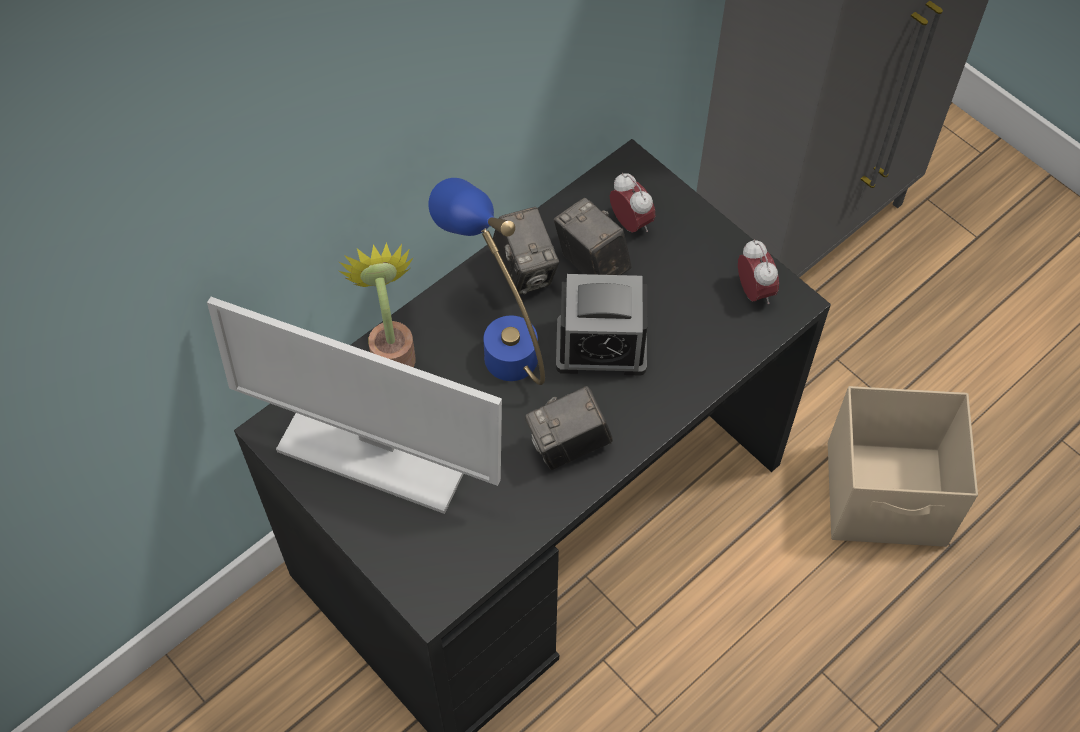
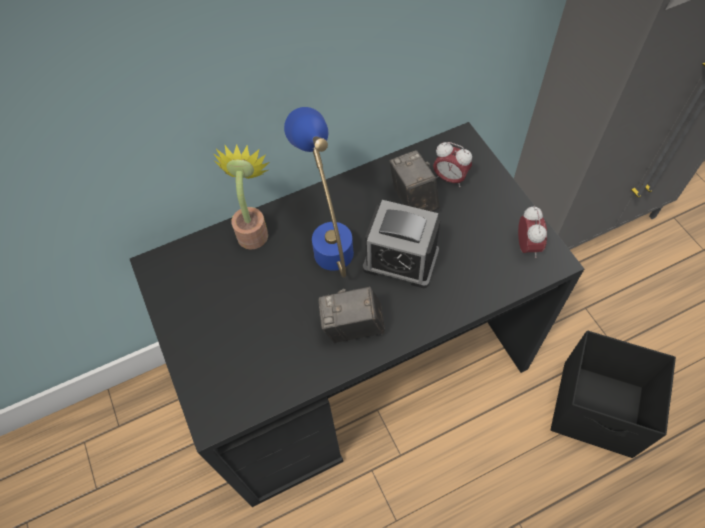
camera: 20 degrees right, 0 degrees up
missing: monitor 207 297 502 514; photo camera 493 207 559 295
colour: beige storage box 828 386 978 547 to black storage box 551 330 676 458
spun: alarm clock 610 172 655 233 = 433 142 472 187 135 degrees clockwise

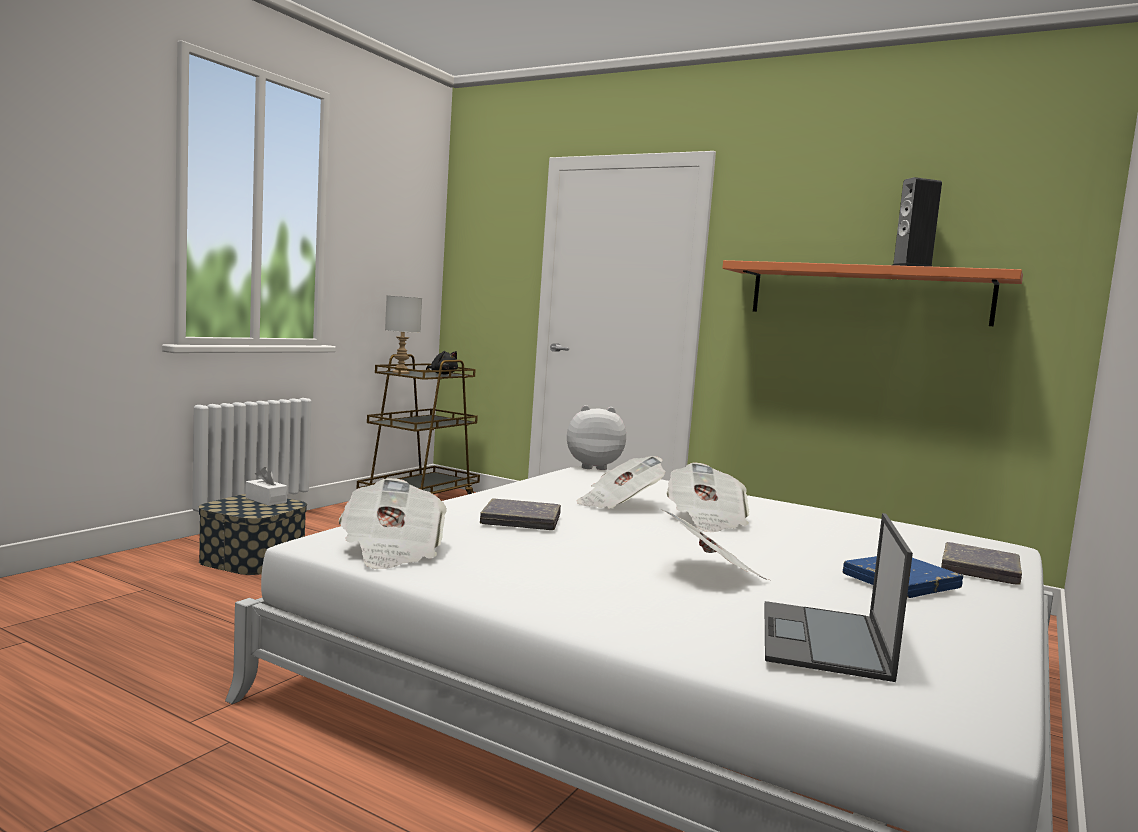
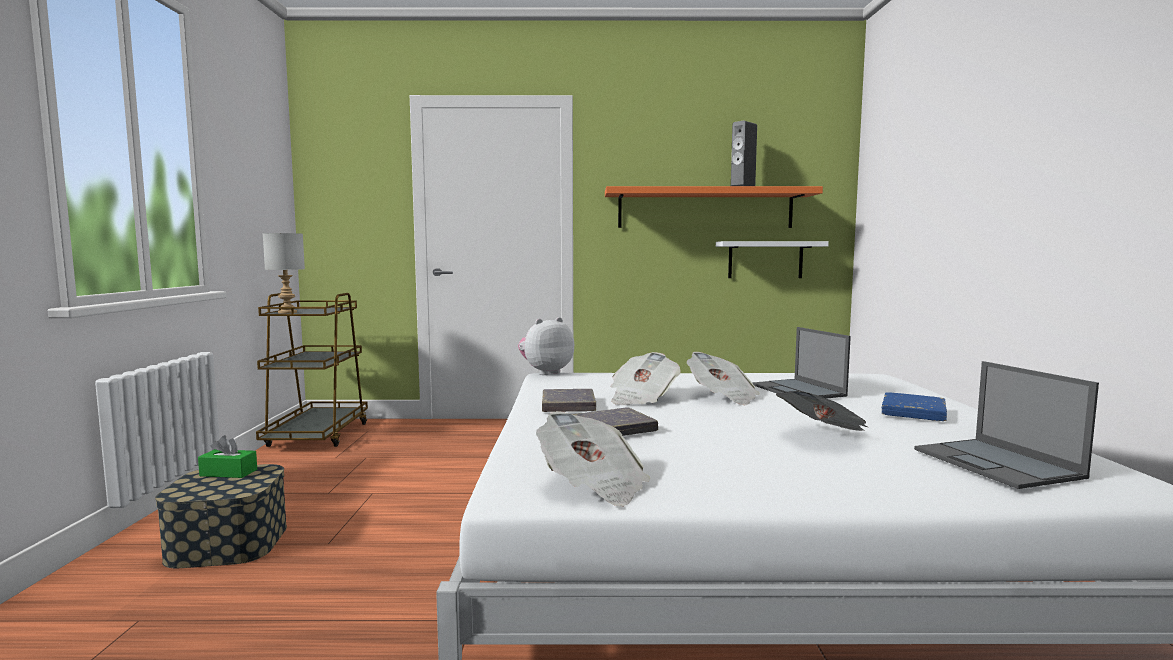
camera: 30 degrees left, 0 degrees up
missing: black plush toy 426 351 458 374
appeared: white shelf 716 241 829 278; laptop 752 327 851 399
relocated: grey book 941 542 1022 585 to 542 389 596 412
colour: white tissue box 246 467 287 506 to green tissue box 198 435 257 478

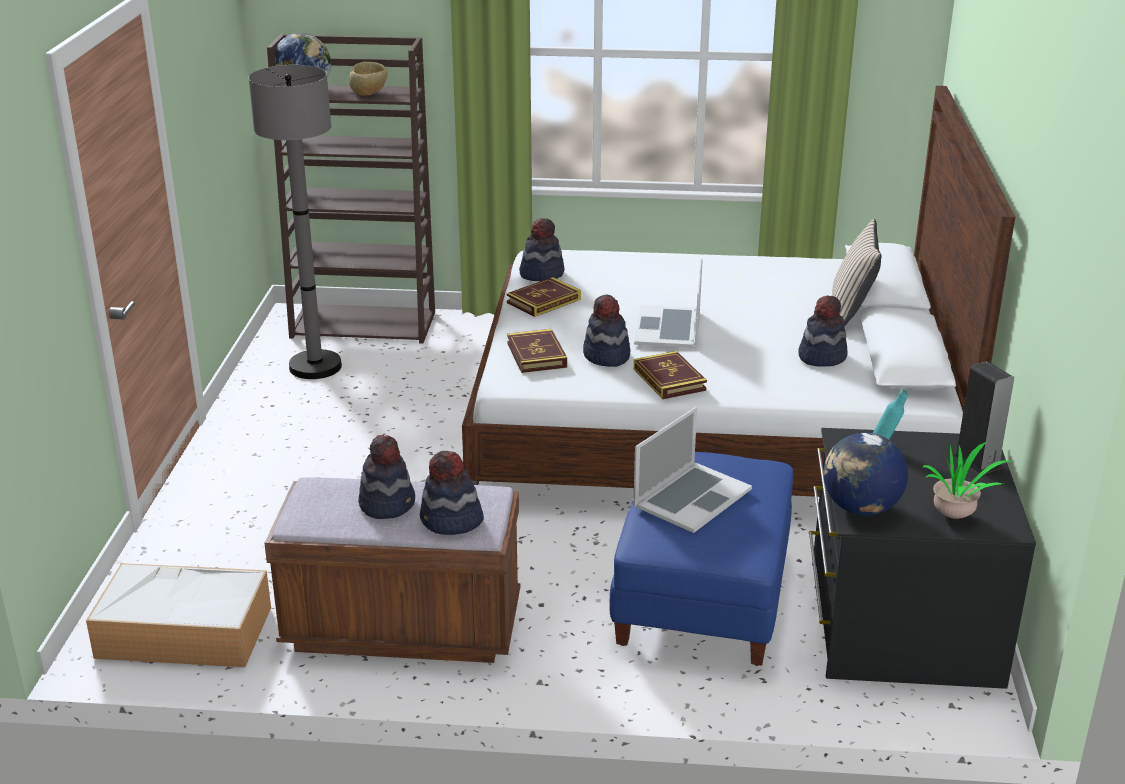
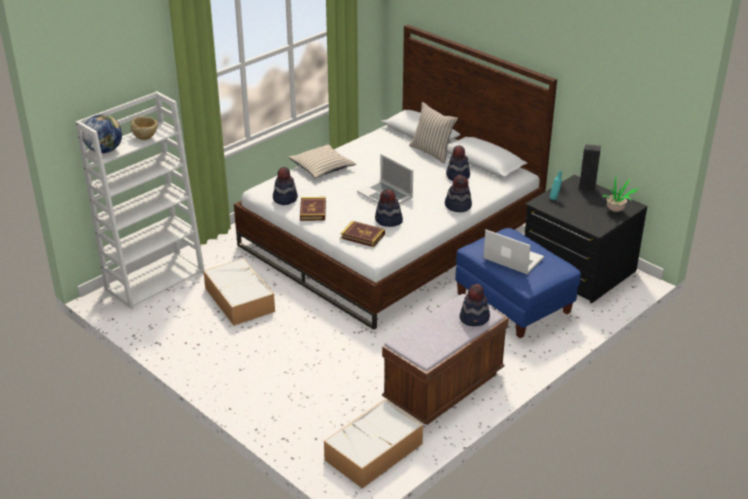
camera: 50 degrees left, 5 degrees up
missing: grey floor lamp 248 65 342 379; book 634 351 707 399; globe 823 433 908 516
appeared: storage box 203 258 275 326; beige pillow 288 144 356 178
relocated: hat 358 435 415 519 to 445 175 472 212
colour: brown bookcase 267 34 435 344 to white bookcase 75 91 204 309
spun: laptop 633 407 752 533 = 483 230 544 274 45 degrees counterclockwise

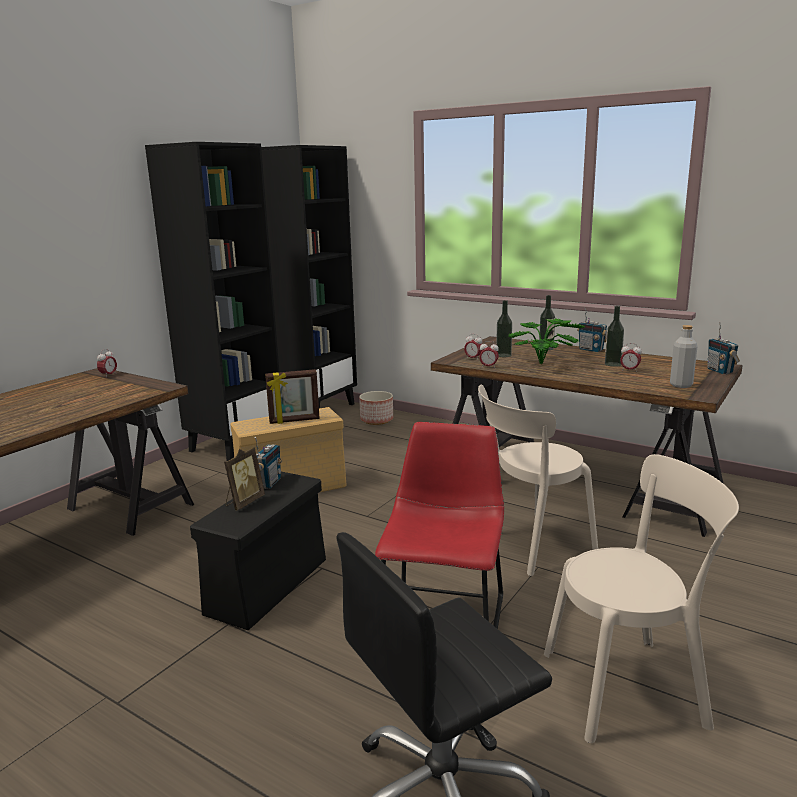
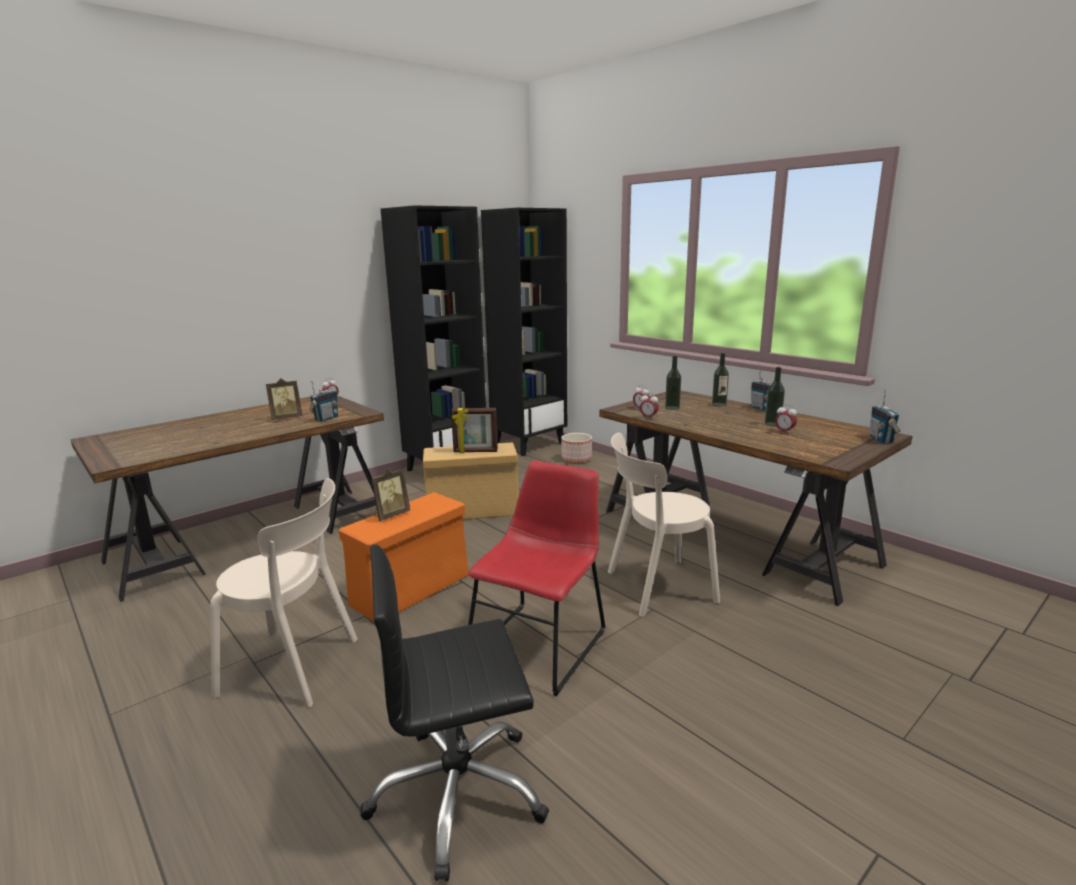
camera: 15 degrees right, 0 degrees up
missing: potted plant 509 319 585 364; grey bottle 670 325 697 388
appeared: picture frame 266 378 302 420
relocated: radio 254 437 282 489 to 309 380 338 422; beige chair 544 454 739 743 to 210 478 358 707
colour: black storage box 190 472 326 631 to orange storage box 339 492 469 621

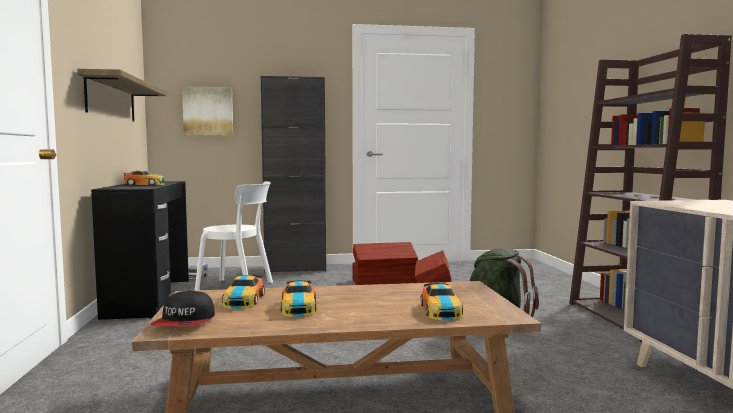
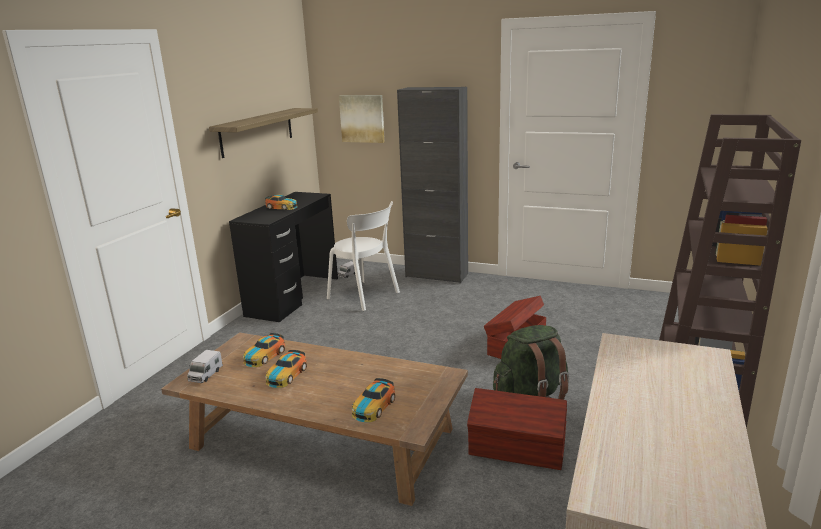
camera: 30 degrees right, 15 degrees up
relocated: brown storage box 352 242 418 285 to 467 388 567 470
exchanged: cap 151 290 215 326 to toy truck 187 350 223 383

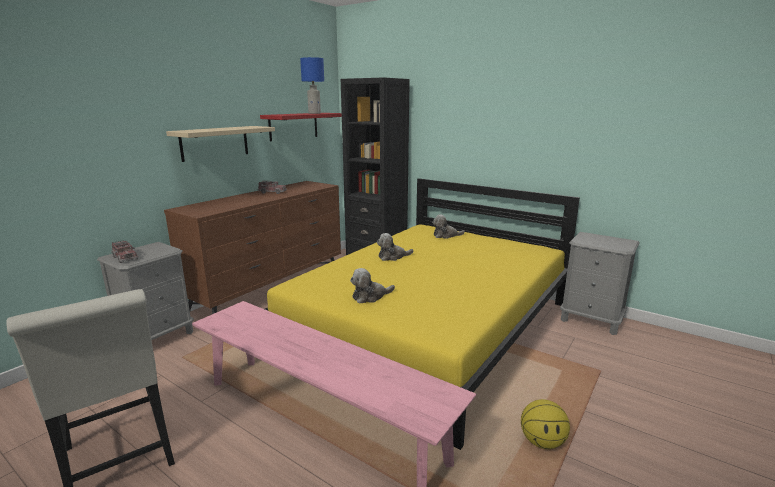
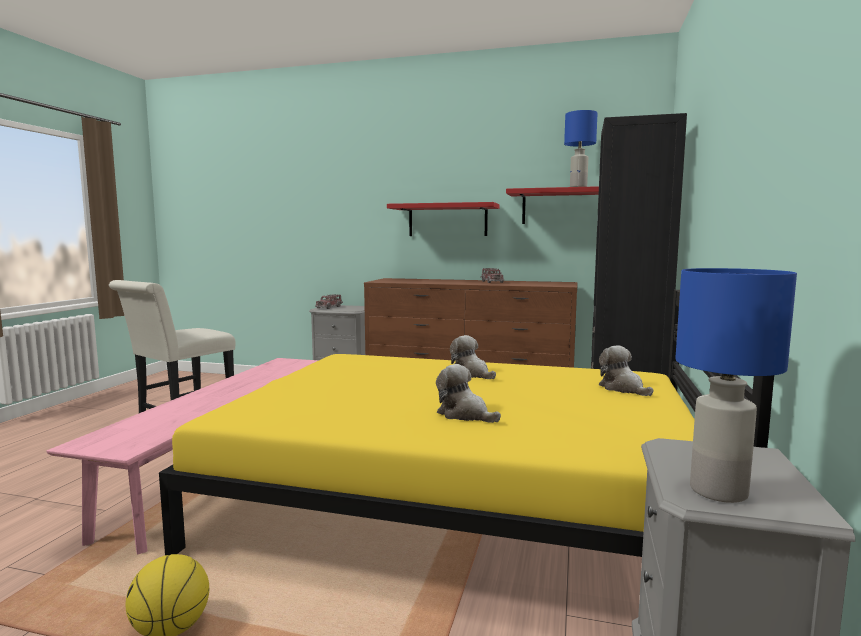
camera: 70 degrees right, 10 degrees down
appeared: blue table lamp 675 268 797 503
relocated: plush toy 350 268 395 304 to 436 364 501 423
colour: beige shelf 166 126 275 162 to red shelf 387 202 499 236

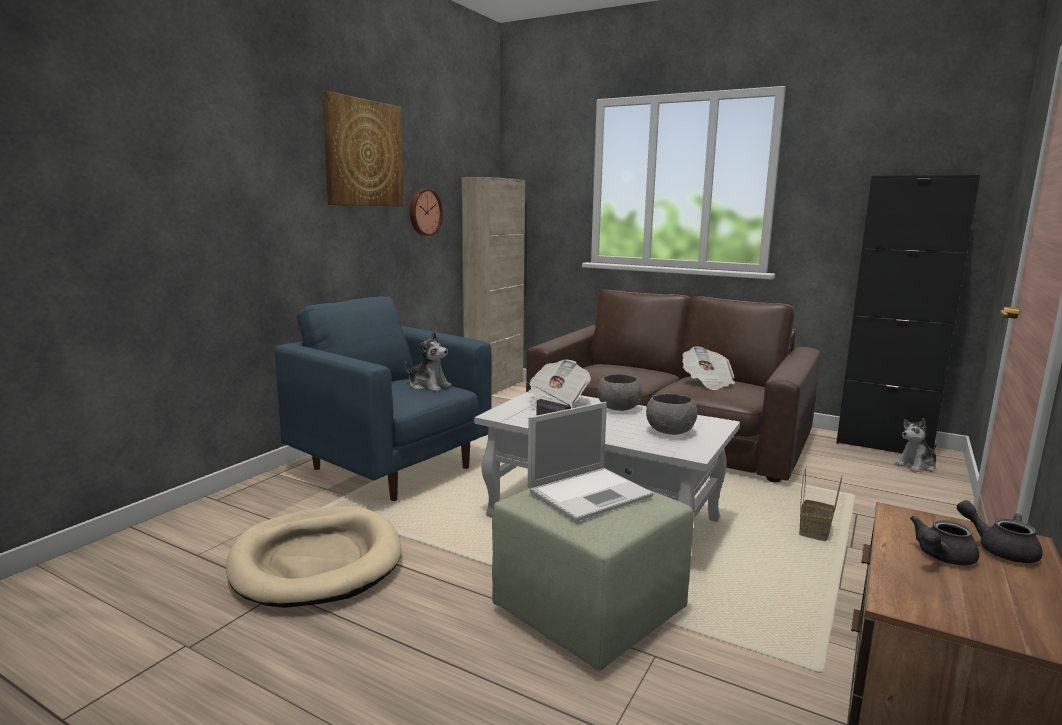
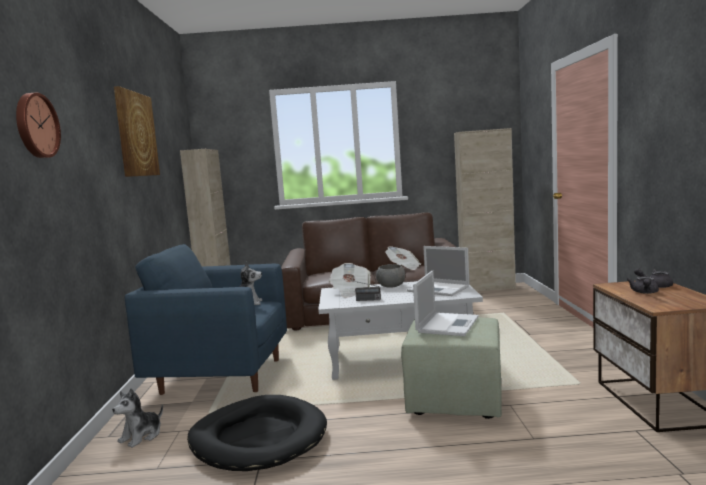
camera: 30 degrees left, 5 degrees down
missing: basket 799 468 842 541
relocated: wall clock 410 189 443 236 to 16 93 61 158; plush toy 894 418 937 472 to 112 388 163 448
exchanged: grey bowl 646 393 697 435 to laptop 407 246 470 296
colour: beige dog bed 226 507 402 608 to black dog bed 187 395 327 471; black cabinet 836 175 980 453 to beige cabinet 454 128 516 291

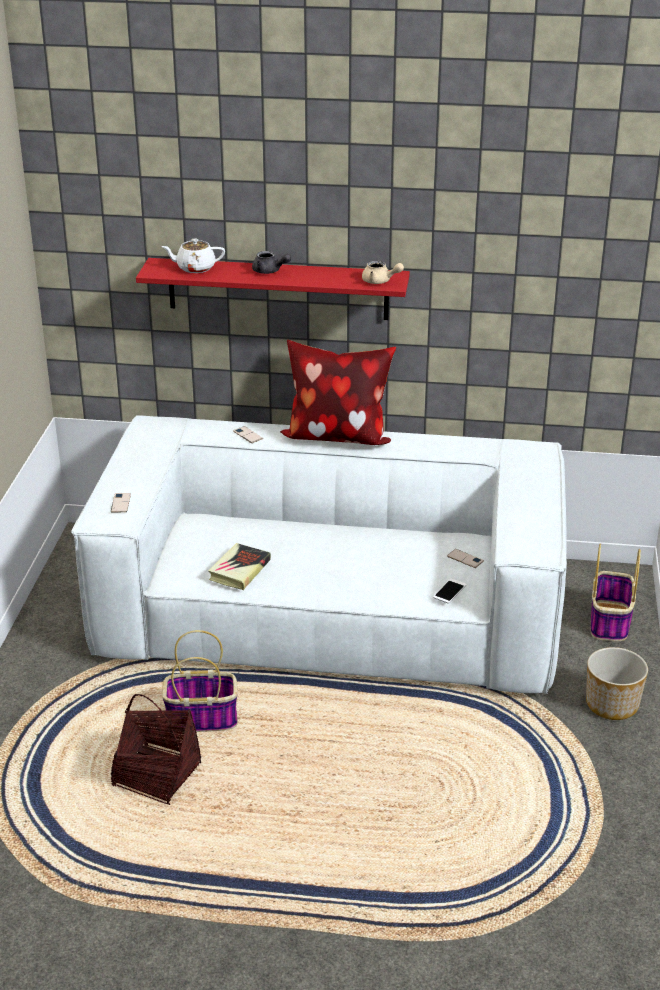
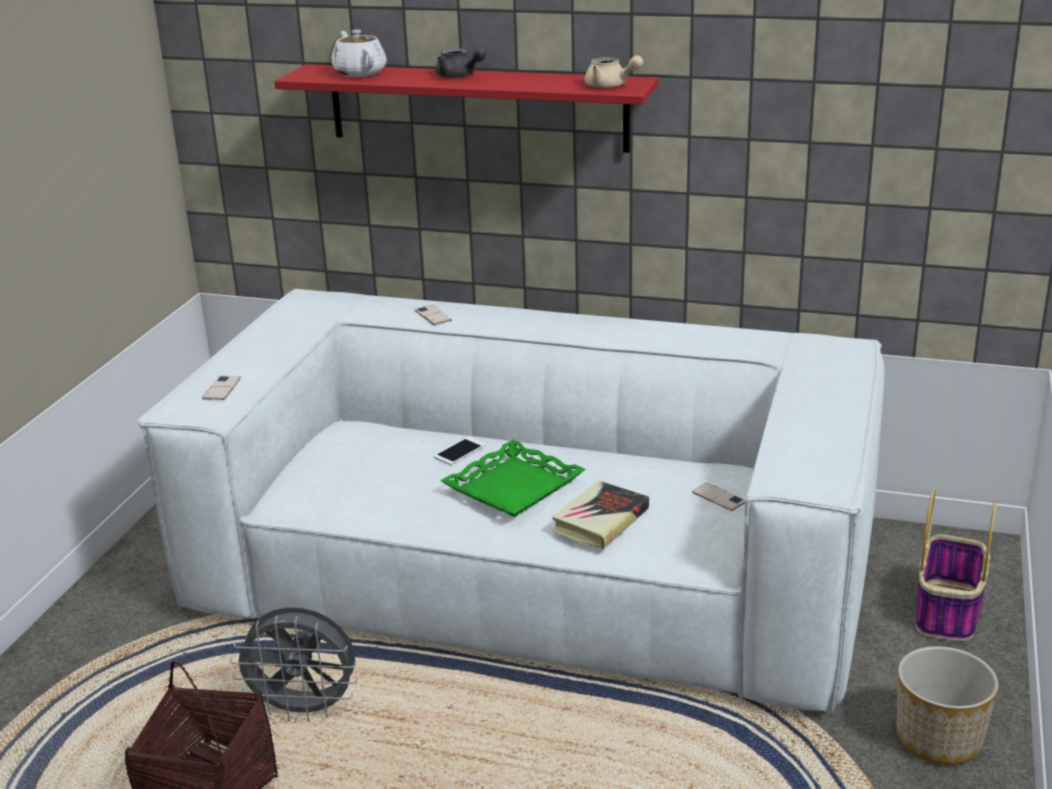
camera: 10 degrees right, 5 degrees down
missing: pillow 280 340 396 445
appeared: green tray 440 439 586 517
relocated: book 208 543 271 590 to 552 481 649 550; phone 433 579 467 604 to 434 437 486 465
exchanged: basket 162 630 238 732 to grey fan 229 607 358 722
spun: white teapot 161 238 225 273 = 331 30 387 77 60 degrees clockwise

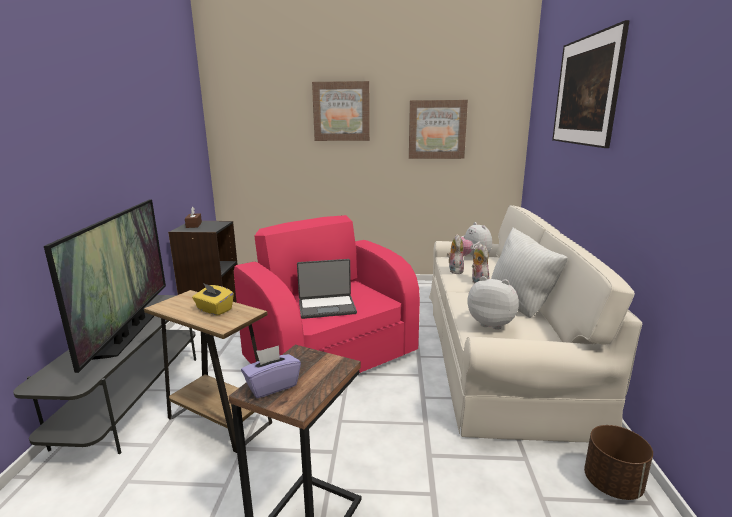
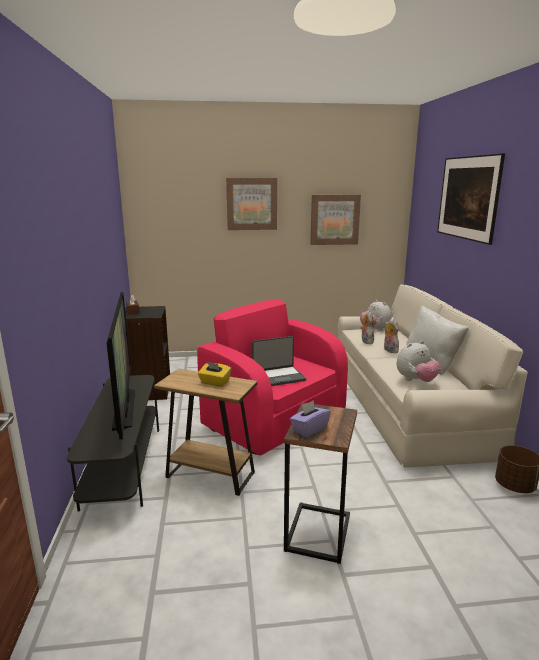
camera: 10 degrees left, 0 degrees up
spun: plush toy 468 276 519 330 = 396 341 441 382 135 degrees clockwise

